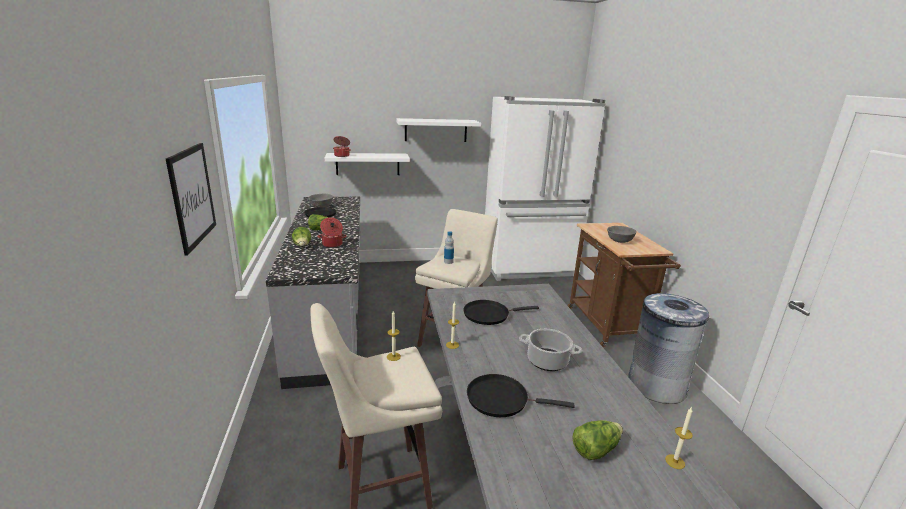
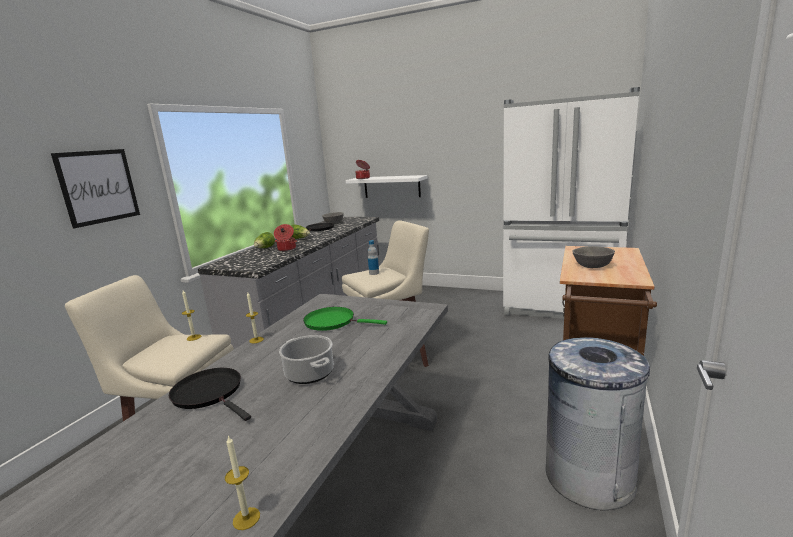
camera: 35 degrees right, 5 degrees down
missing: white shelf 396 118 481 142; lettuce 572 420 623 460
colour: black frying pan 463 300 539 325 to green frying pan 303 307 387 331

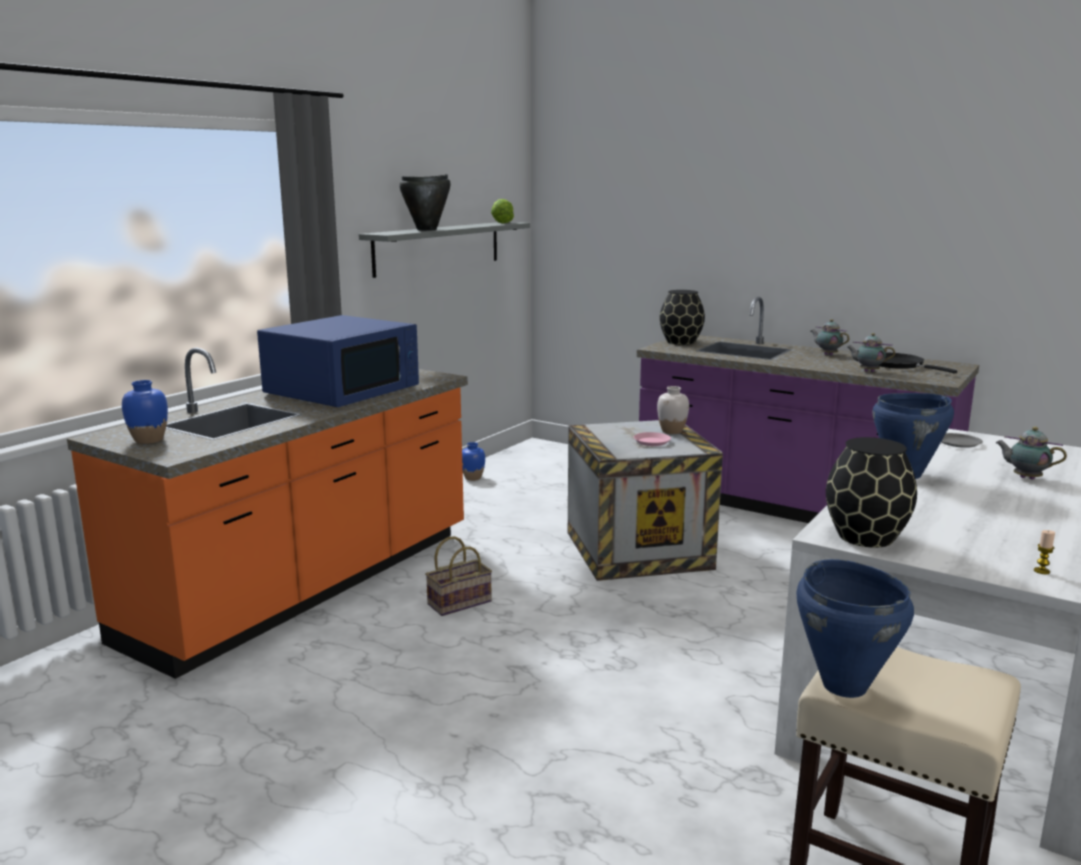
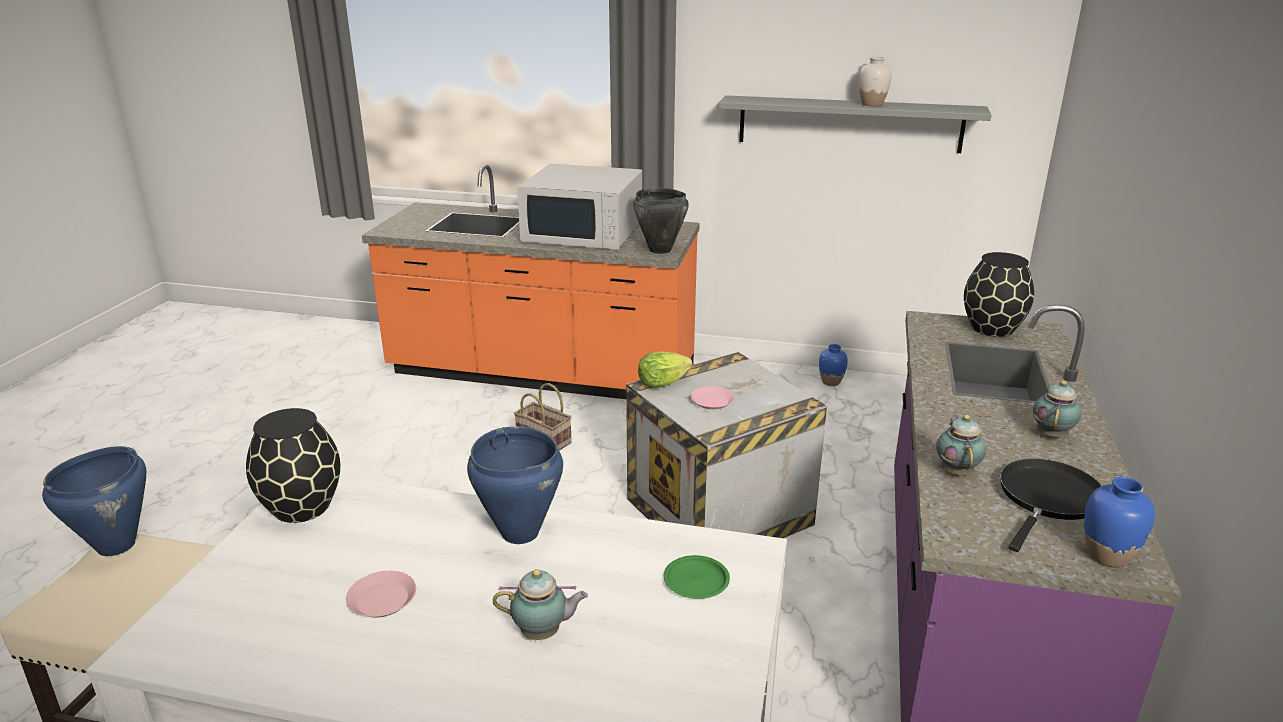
camera: 70 degrees right, 10 degrees up
missing: candle 1034 530 1055 574
appeared: pink plate 346 571 416 618
relocated: blue vase 122 380 168 444 to 1084 477 1155 567; black cooking pot 399 174 451 231 to 633 188 689 254; lettuce 491 199 514 223 to 638 351 693 388; white vase 657 386 689 434 to 859 56 892 106
colour: blue microwave 257 315 419 407 to white microwave 517 164 642 250; grey plate 941 433 983 448 to green plate 664 555 730 599
spun: teapot 995 427 1067 480 = 493 569 588 640 75 degrees clockwise

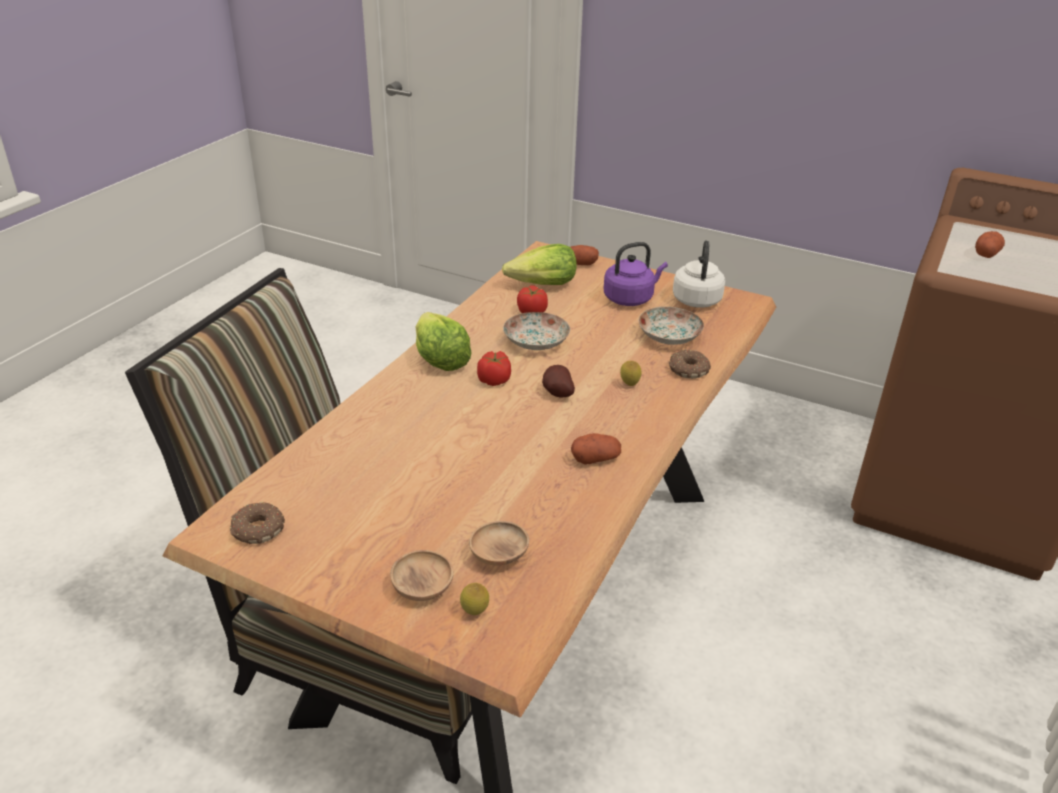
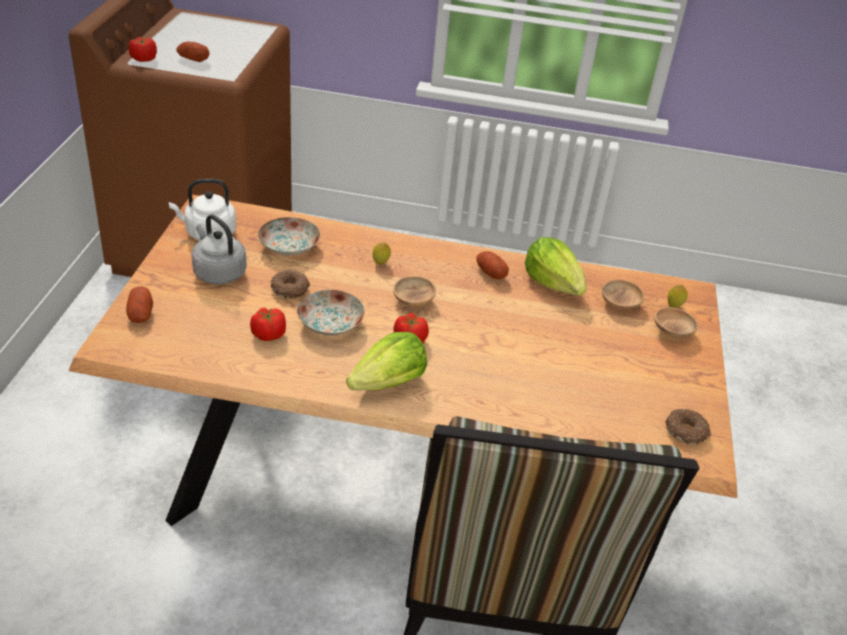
camera: 110 degrees left, 5 degrees up
appeared: tomato 129 37 157 62
relocated: lettuce 502 244 576 285 to 525 237 587 296; donut 669 349 711 379 to 271 270 310 298
exchanged: potato 542 365 575 397 to brown bowl 393 276 436 306
colour: purple kettle 604 242 668 306 to grey kettle 191 215 247 285

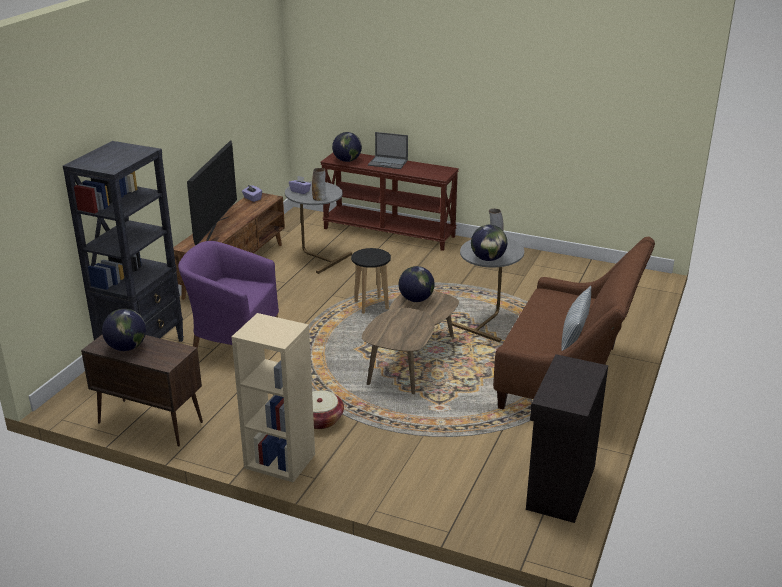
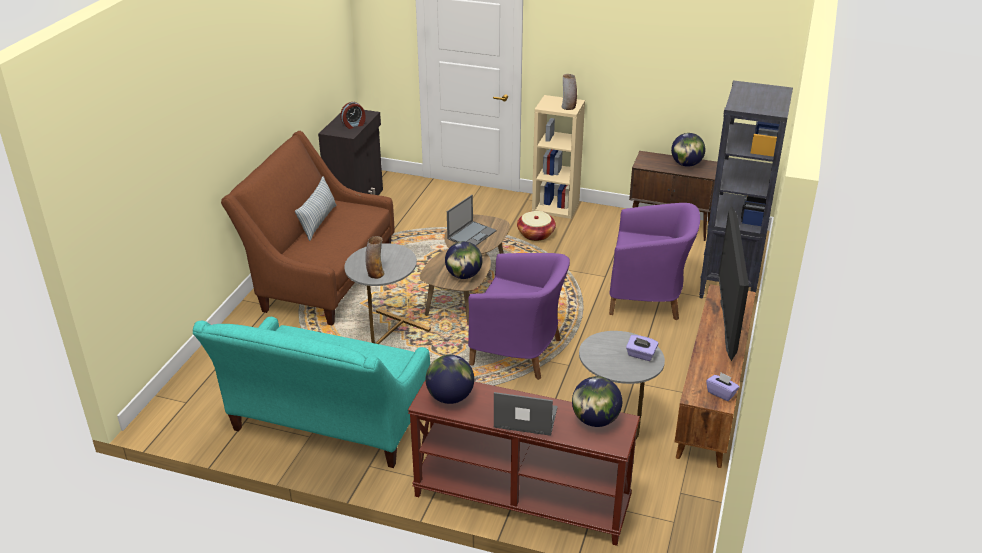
camera: 175 degrees right, 5 degrees up
appeared: turquoise sofa 193 317 430 468; alarm clock 340 102 366 129; laptop 447 195 497 246
relocated: vase 312 168 326 201 to 562 74 577 110; globe 471 225 507 261 to 425 355 474 404
exchanged: black stool 351 248 391 314 to purple armchair 468 253 570 380

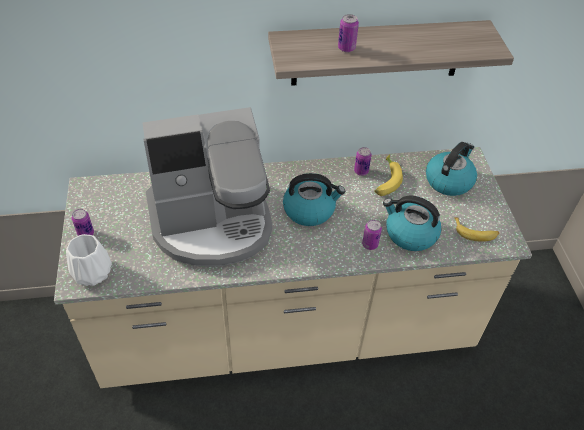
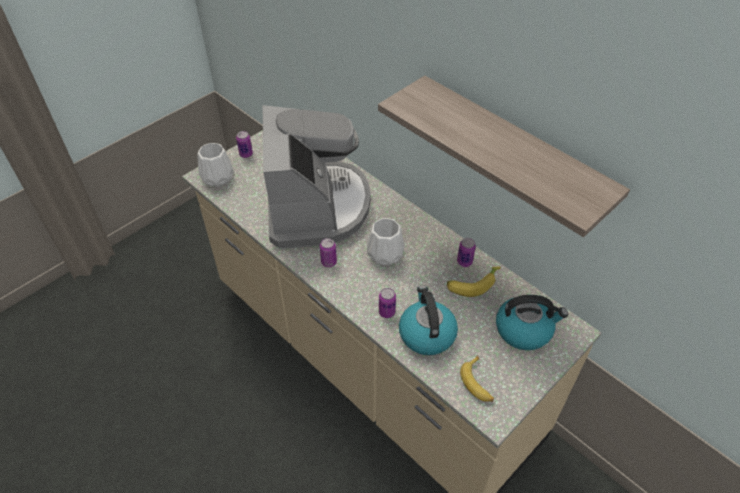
camera: 55 degrees right, 0 degrees up
relocated: can 338 14 359 52 to 320 238 337 267
exchanged: kettle 283 173 345 226 to white vase 367 218 405 266
spun: coffee machine 142 107 272 267 = 263 105 371 249 135 degrees counterclockwise

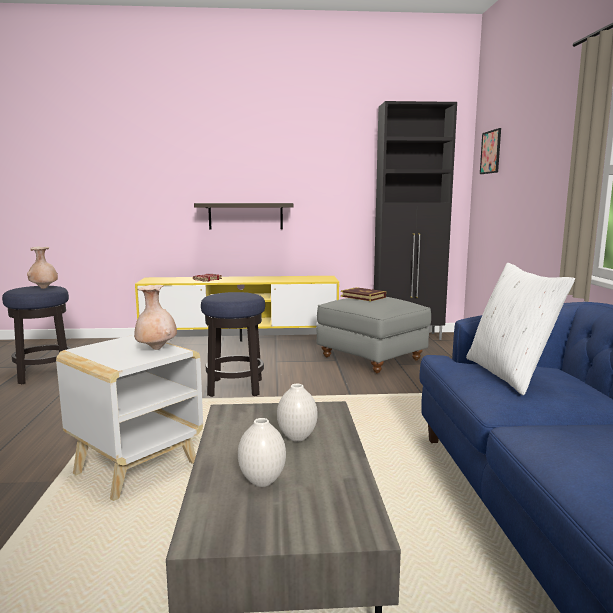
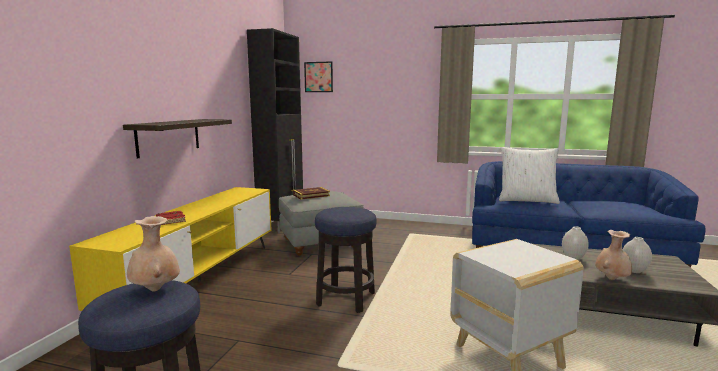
camera: 70 degrees left, 0 degrees up
relocated: beige vase 134 285 177 350 to 595 230 632 280

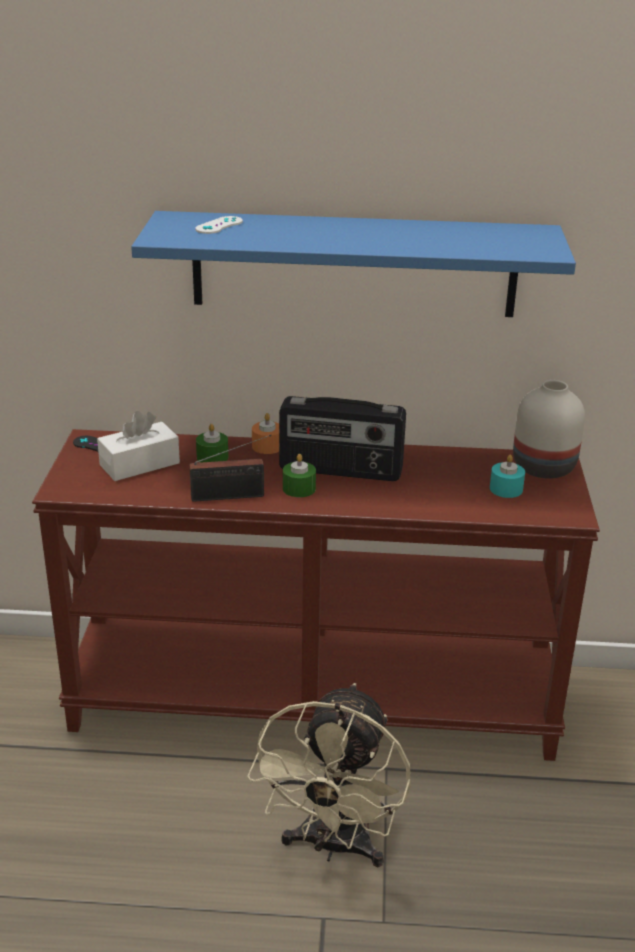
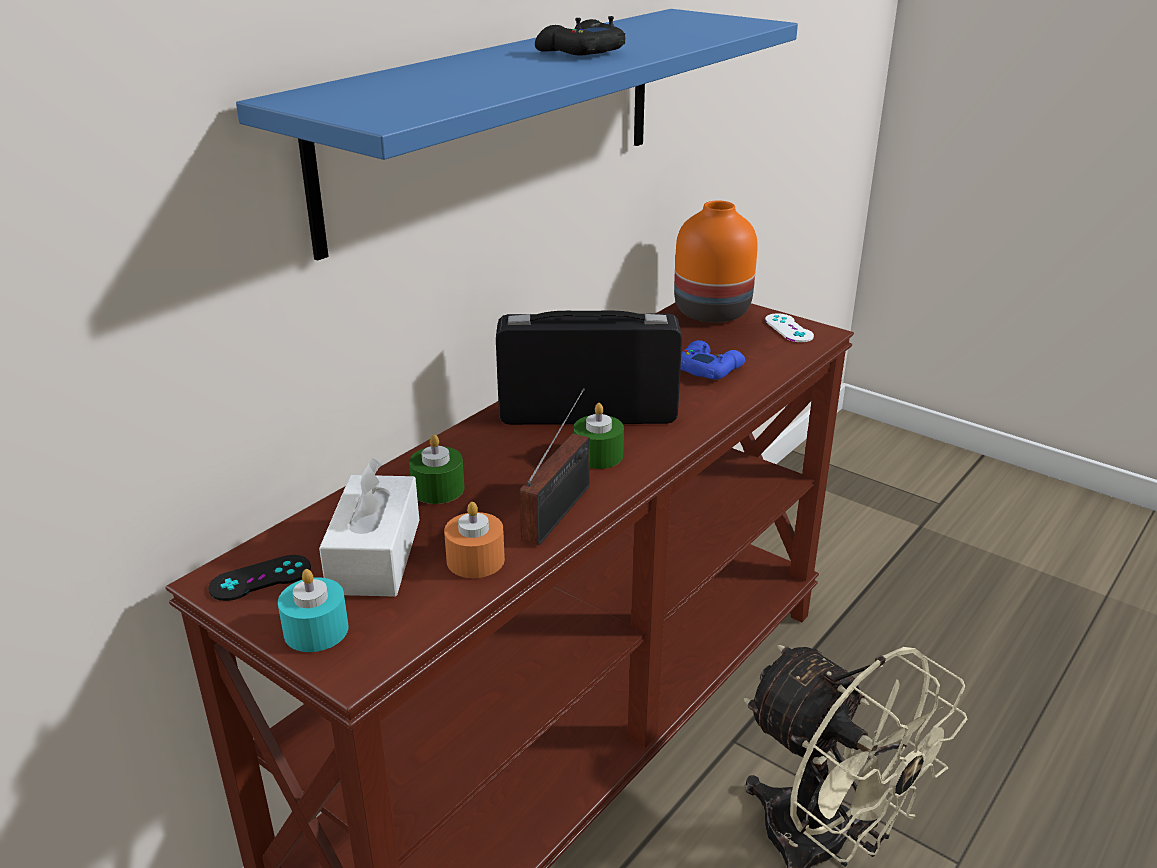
camera: 55 degrees left, 0 degrees up
appeared: black game controller 535 16 625 55; blue game controller 680 340 745 380
relocated: white game controller 195 216 243 234 to 765 313 814 342; orange candle 252 413 279 454 to 444 502 505 578; turquoise candle 490 454 525 498 to 278 569 349 652
colour: white vase 513 380 585 478 to orange vase 674 201 758 322
spun: radio 279 396 406 481 = 496 311 682 425 135 degrees counterclockwise

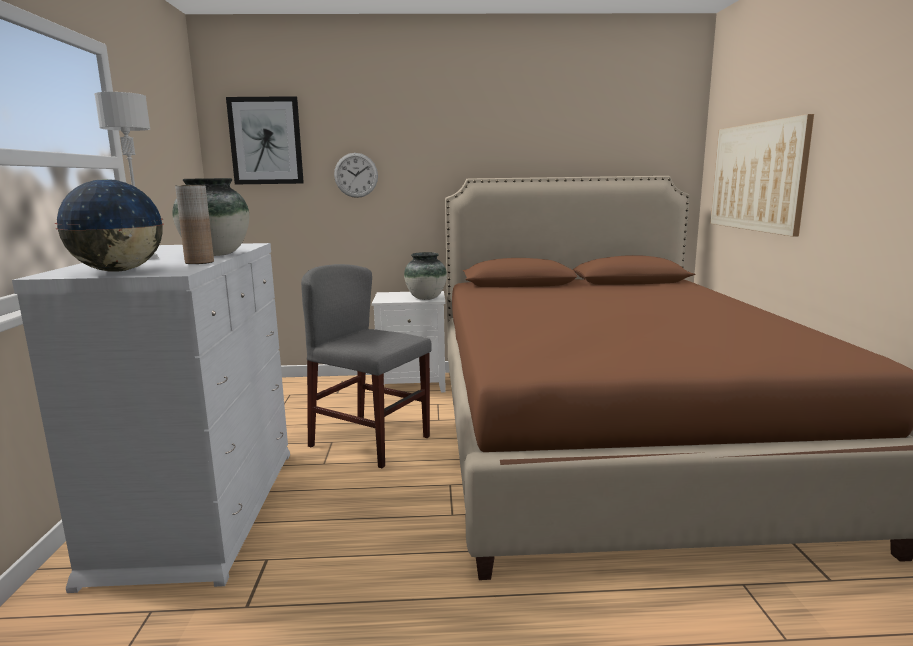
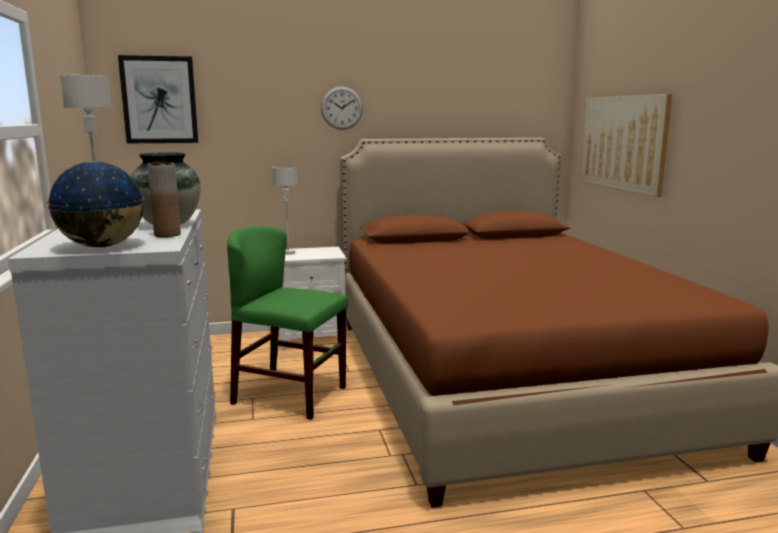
camera: 10 degrees left, 0 degrees up
missing: vase 404 252 447 300
appeared: grey table lamp 273 166 298 255
relocated: wall clock 334 153 378 198 to 321 86 363 130
colour: grey chair 301 264 432 468 to green chair 227 226 348 420

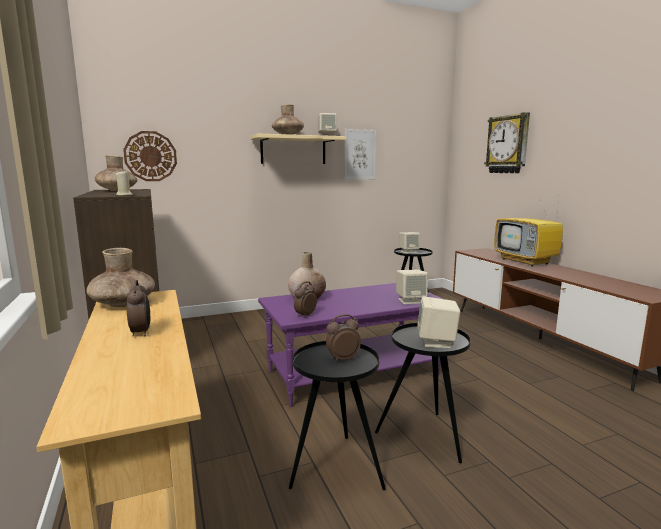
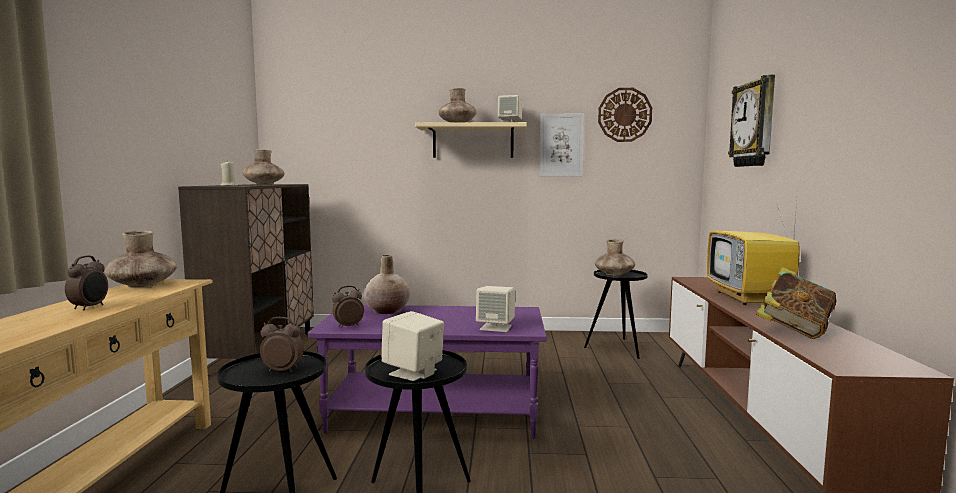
camera: 25 degrees right, 5 degrees down
appeared: book 756 267 837 339
relocated: wall clock 123 131 177 181 to 598 88 652 142
exchanged: beige speaker 399 232 420 254 to brown vase 595 239 635 276

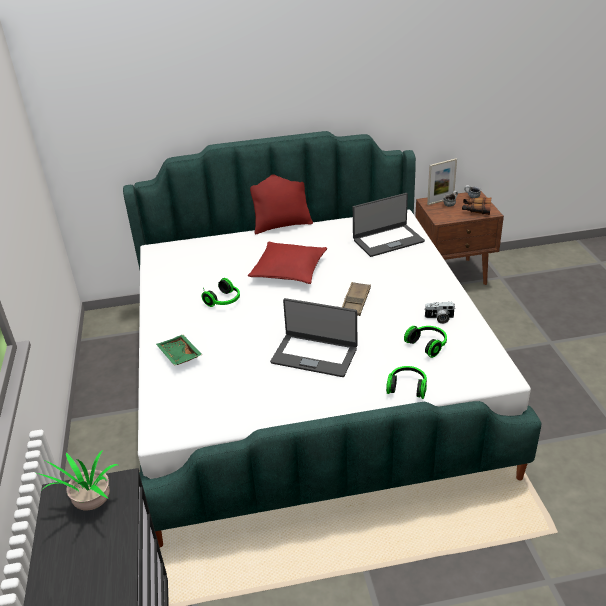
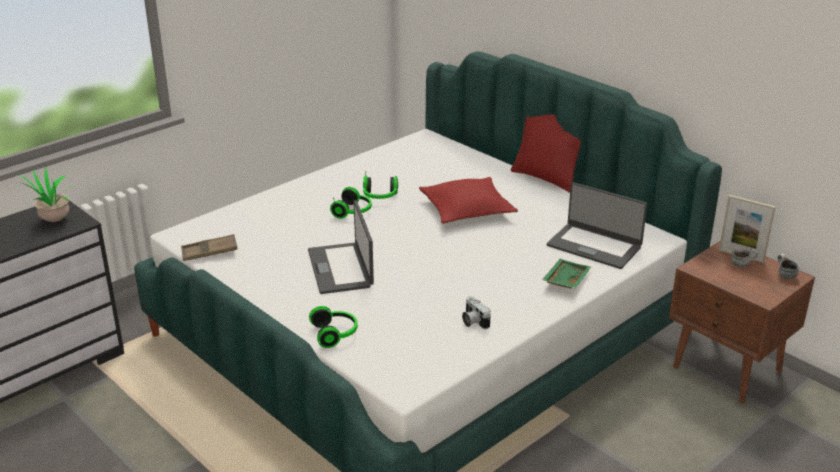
camera: 55 degrees right, 5 degrees down
missing: binoculars 462 197 491 215
relocated: green tray 156 335 203 366 to 542 259 591 288; brown tray 342 282 371 316 to 181 234 237 261; headphones 404 326 447 358 to 330 187 372 219

